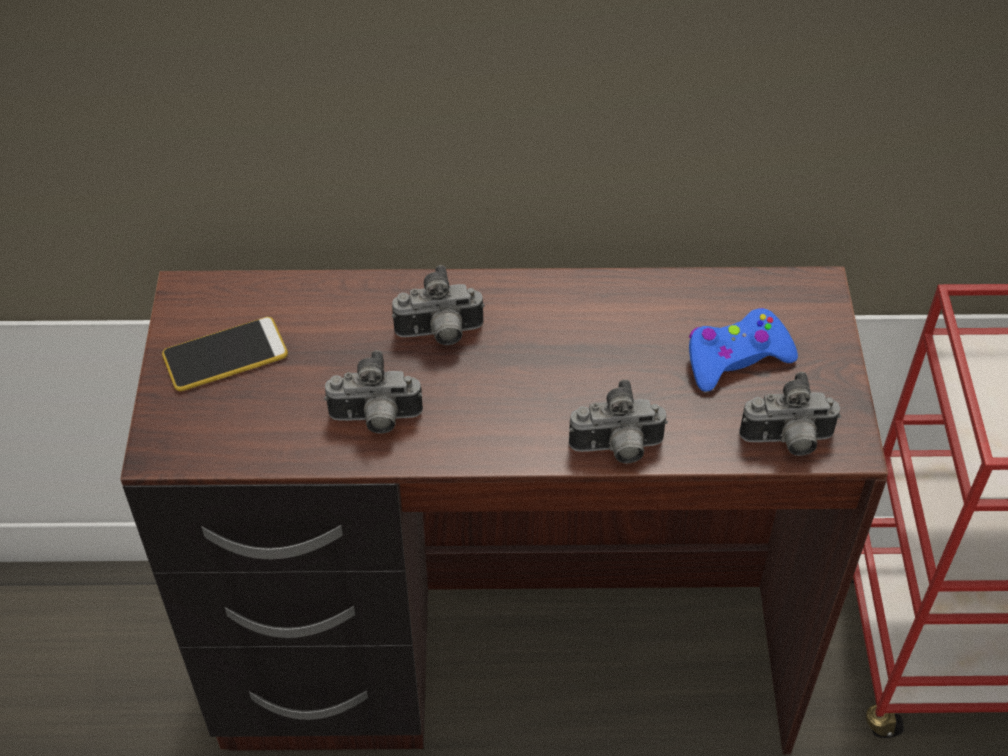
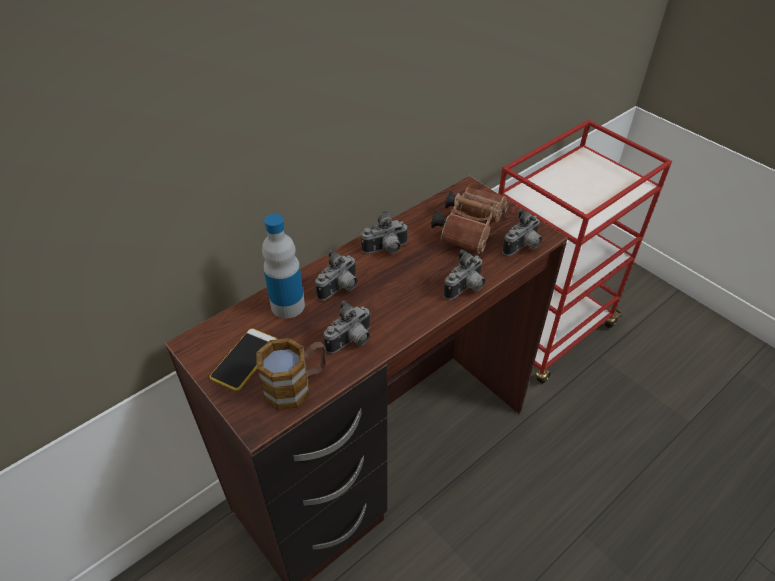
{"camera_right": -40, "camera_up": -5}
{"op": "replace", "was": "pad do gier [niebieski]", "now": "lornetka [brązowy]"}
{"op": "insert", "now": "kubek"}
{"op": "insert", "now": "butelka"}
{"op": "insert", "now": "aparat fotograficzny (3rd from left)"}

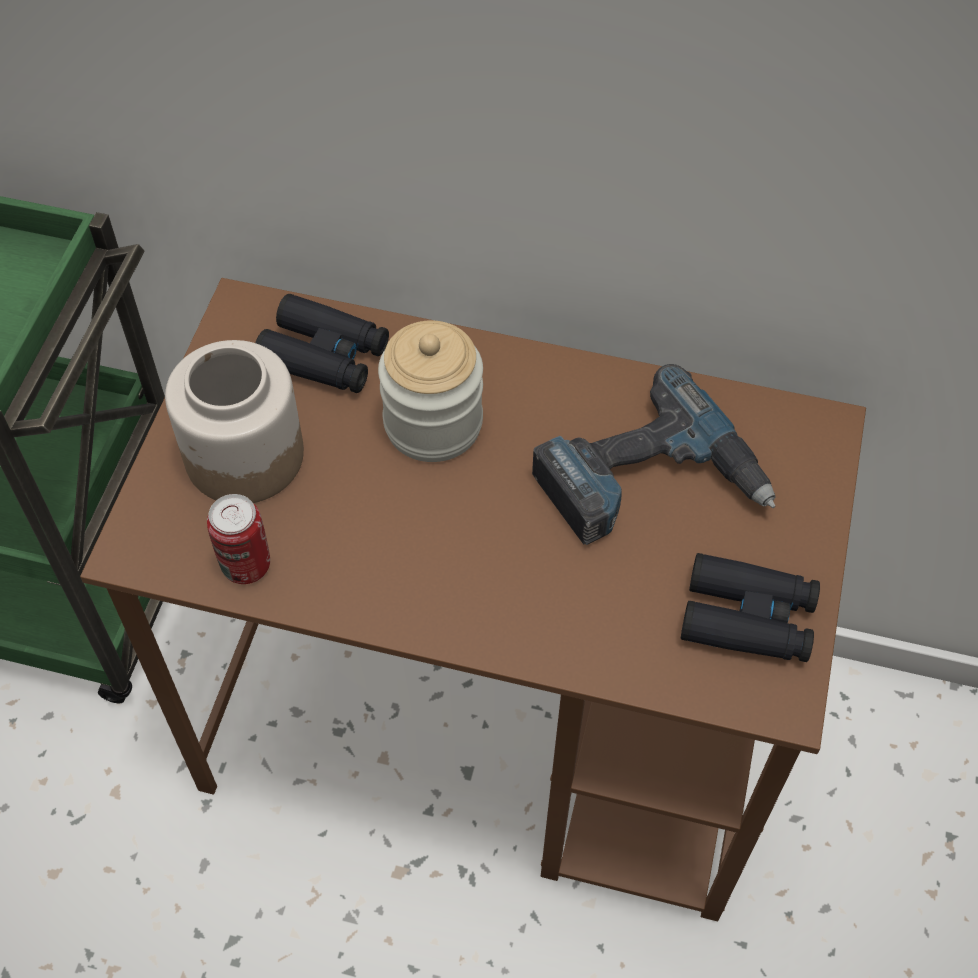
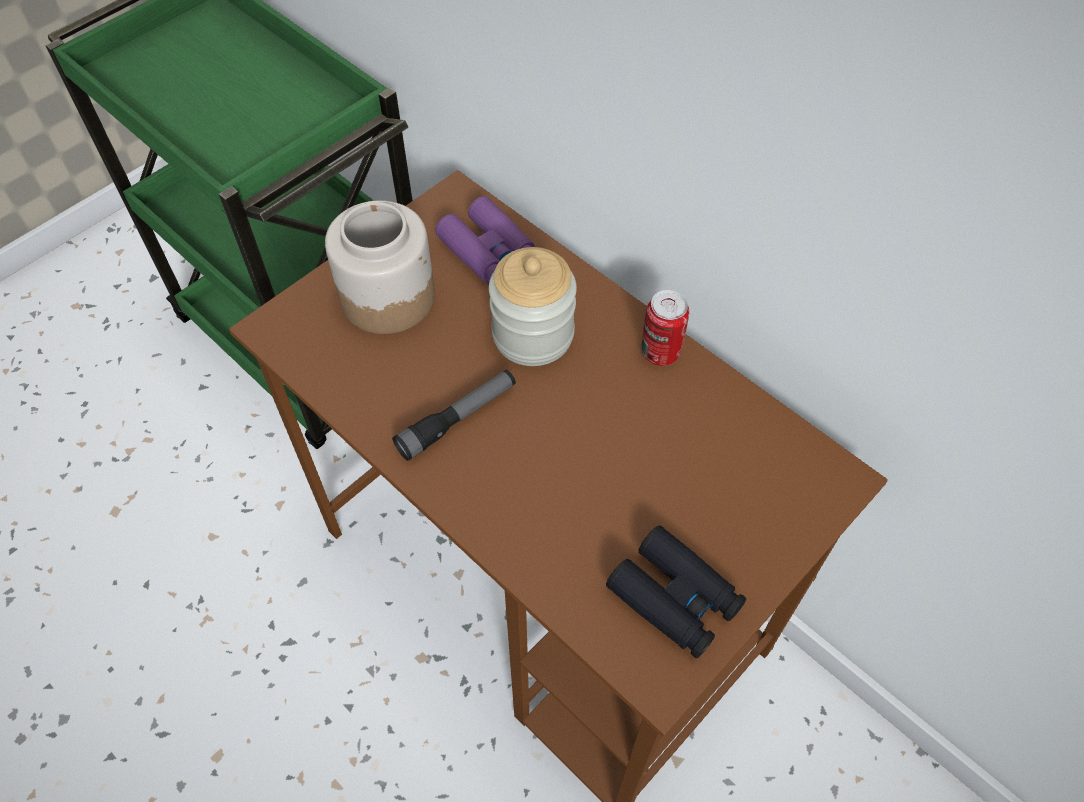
{"camera_right": 30, "camera_up": 0}
{"op": "move", "was": "puszka"}
{"op": "recolor", "was": "lornetka [czarny] (1st from left)", "now": "lornetka [fioletowy]"}
{"op": "delete", "was": "wiertarka"}
{"op": "insert", "now": "latarka"}

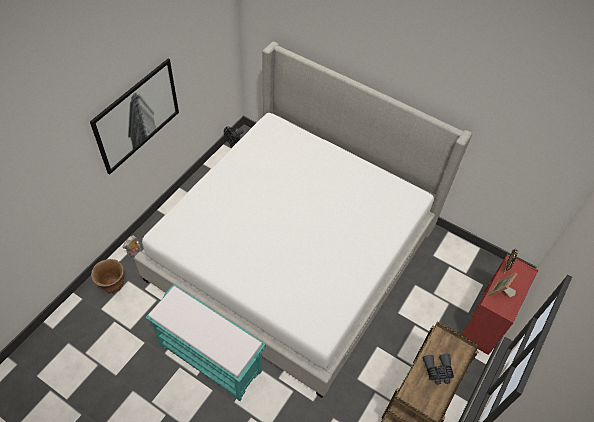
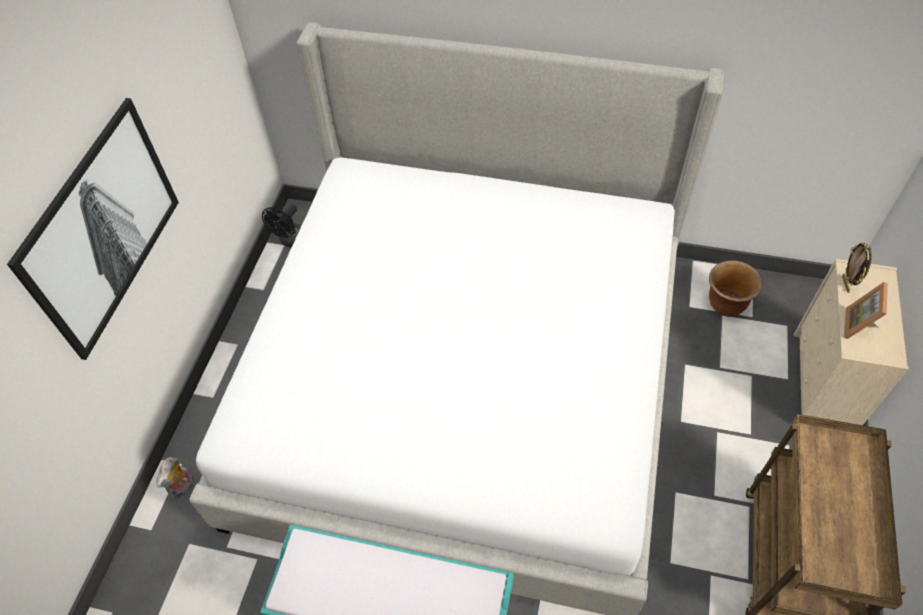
{"camera_right": -15, "camera_up": 0}
{"op": "move", "was": "donica [brązowy]"}
{"op": "delete", "was": "lornetka [szary]"}
{"op": "recolor", "was": "komoda [czerwony]", "now": "komoda [beżowy]"}

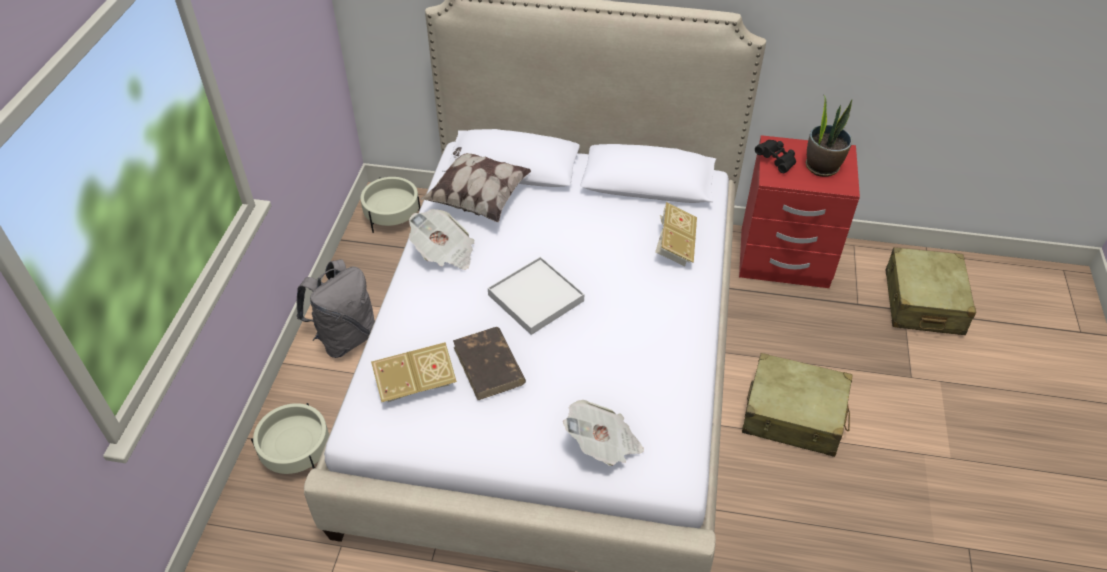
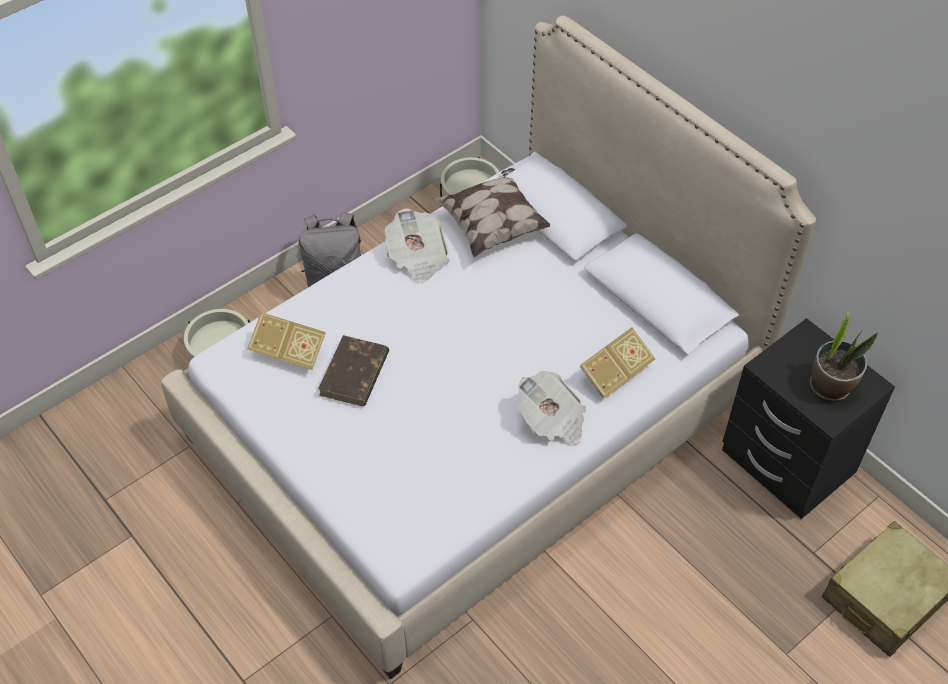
{"camera_right": 40, "camera_up": 5}
{"op": "delete", "was": "taca [biały]"}
{"op": "move", "was": "gazeta (2nd from left)"}
{"op": "recolor", "was": "szafka nocna [czerwony]", "now": "szafka nocna [czarny]"}
{"op": "delete", "was": "walizka [beżowy] (1st from left)"}
{"op": "delete", "was": "lornetka [czarny]"}

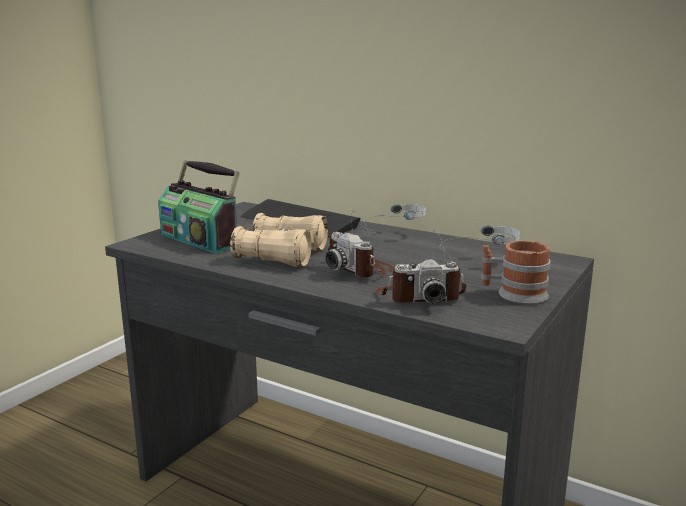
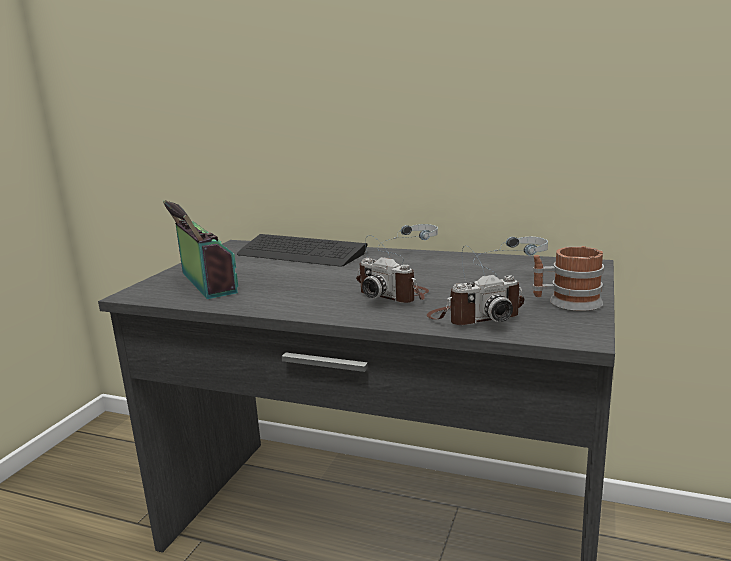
{"camera_right": -10, "camera_up": 0}
{"op": "rotate", "was": "radio", "clockwise": -150}
{"op": "delete", "was": "lornetka [beżowy]"}

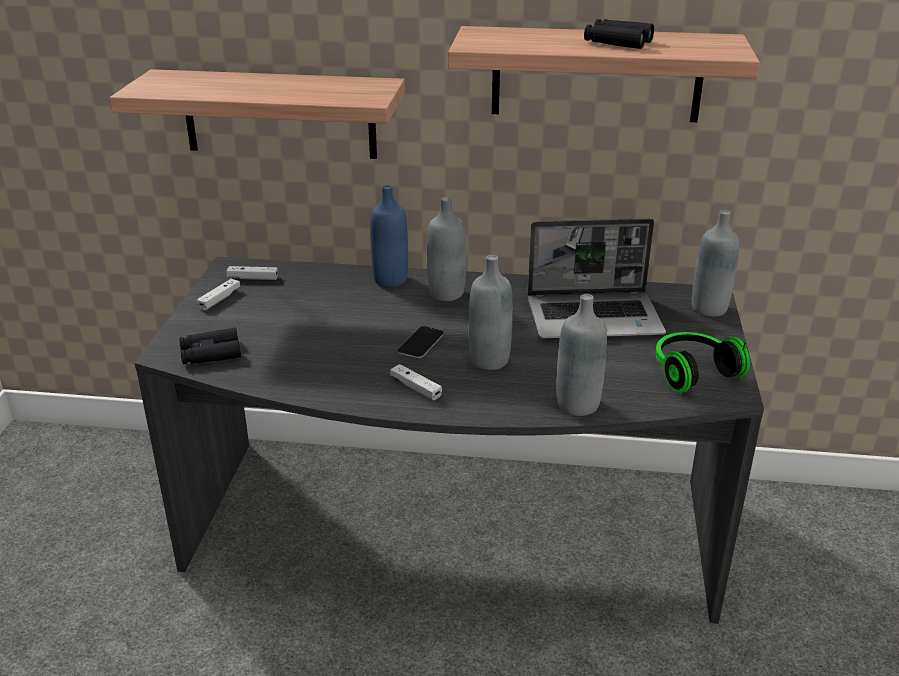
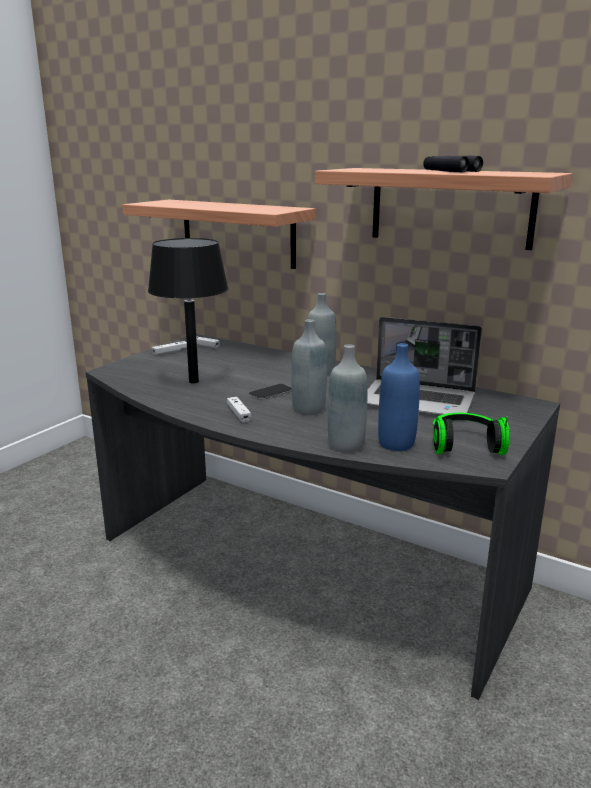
{"camera_right": 25, "camera_up": -10}
{"op": "delete", "was": "lornetka [czarny] (1st from left)"}
{"op": "move", "was": "butelka [niebieski]"}
{"op": "delete", "was": "butelka [szary] (4th from left)"}
{"op": "insert", "now": "lampa stołowa [czarny]"}

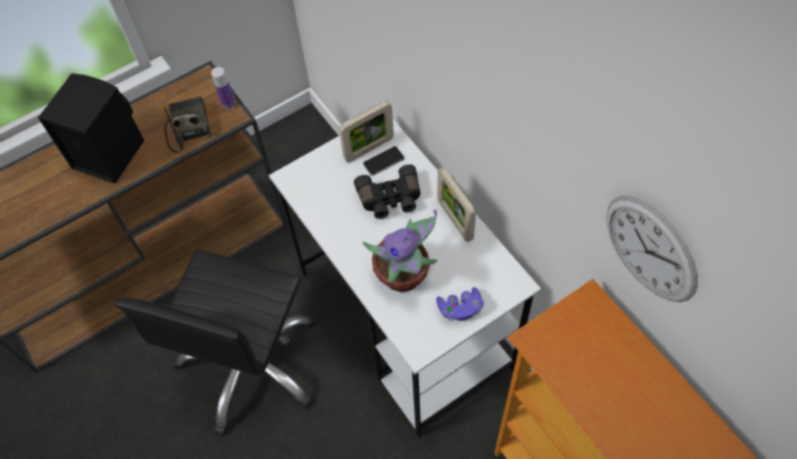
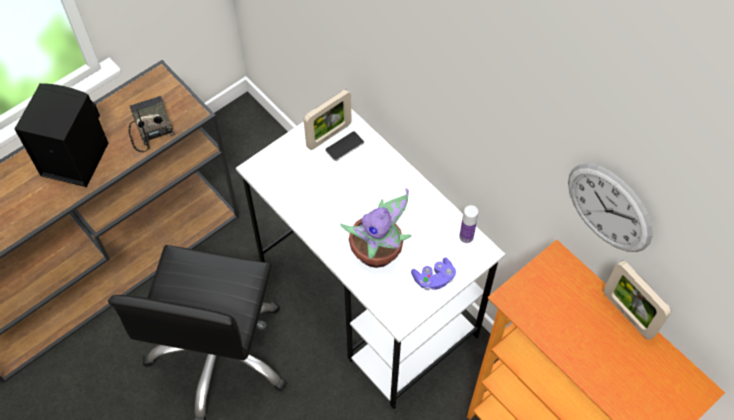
{"camera_right": -10, "camera_up": 0}
{"op": "move", "was": "butelka"}
{"op": "delete", "was": "lornetka [czarny]"}
{"op": "move", "was": "ramka na zdjęcie (2nd from left)"}

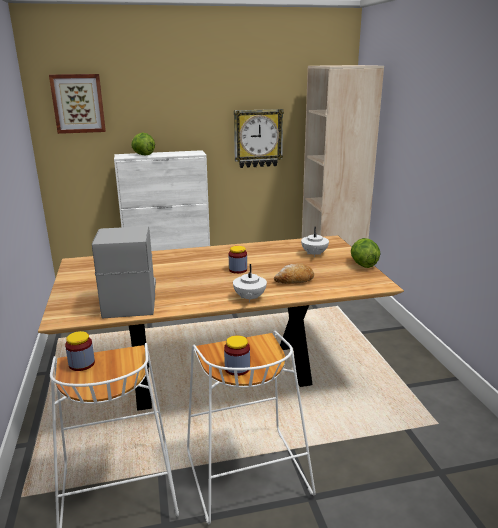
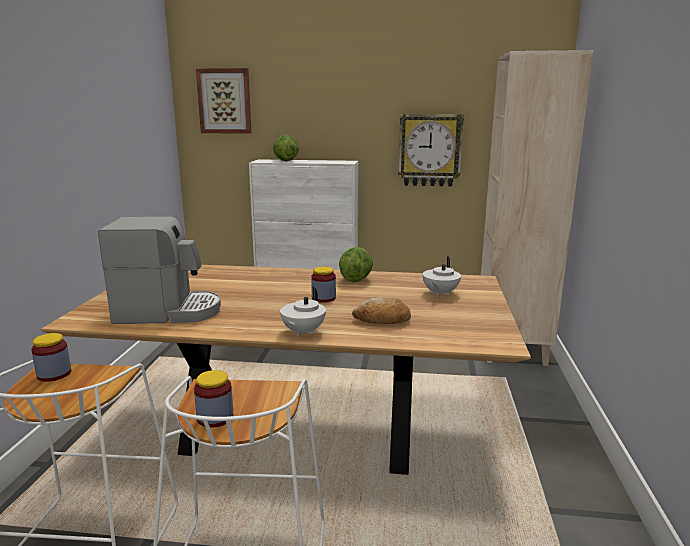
{"camera_right": 20, "camera_up": -5}
{"op": "rotate", "was": "ekspres do kawy", "clockwise": 75}
{"op": "move", "was": "sałata (2nd from left)"}

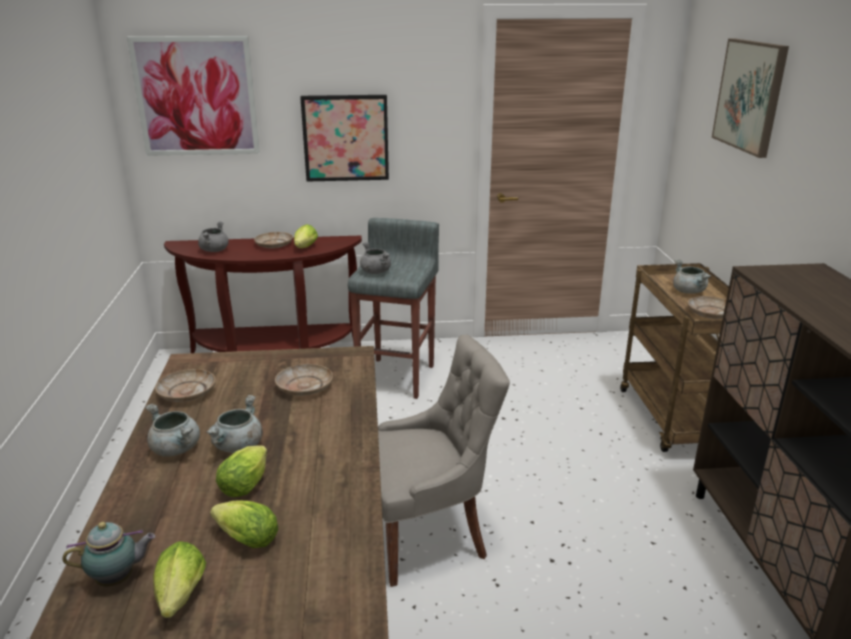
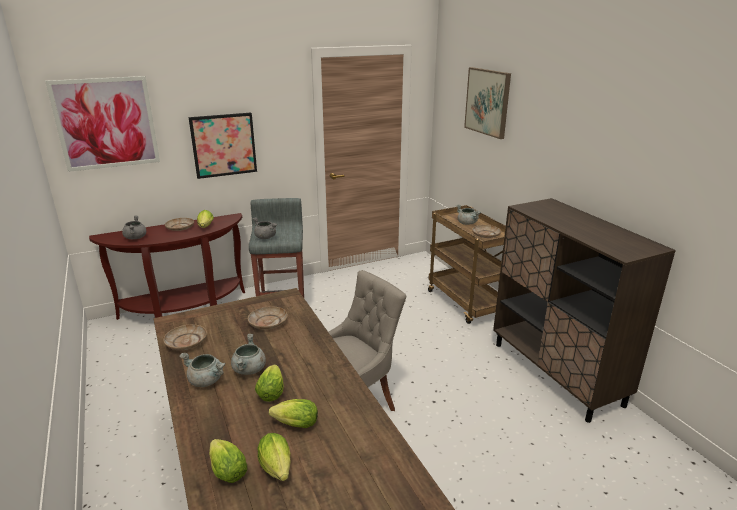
{"camera_right": -20, "camera_up": 0}
{"op": "replace", "was": "imbryk", "now": "sałata (2nd from left)"}

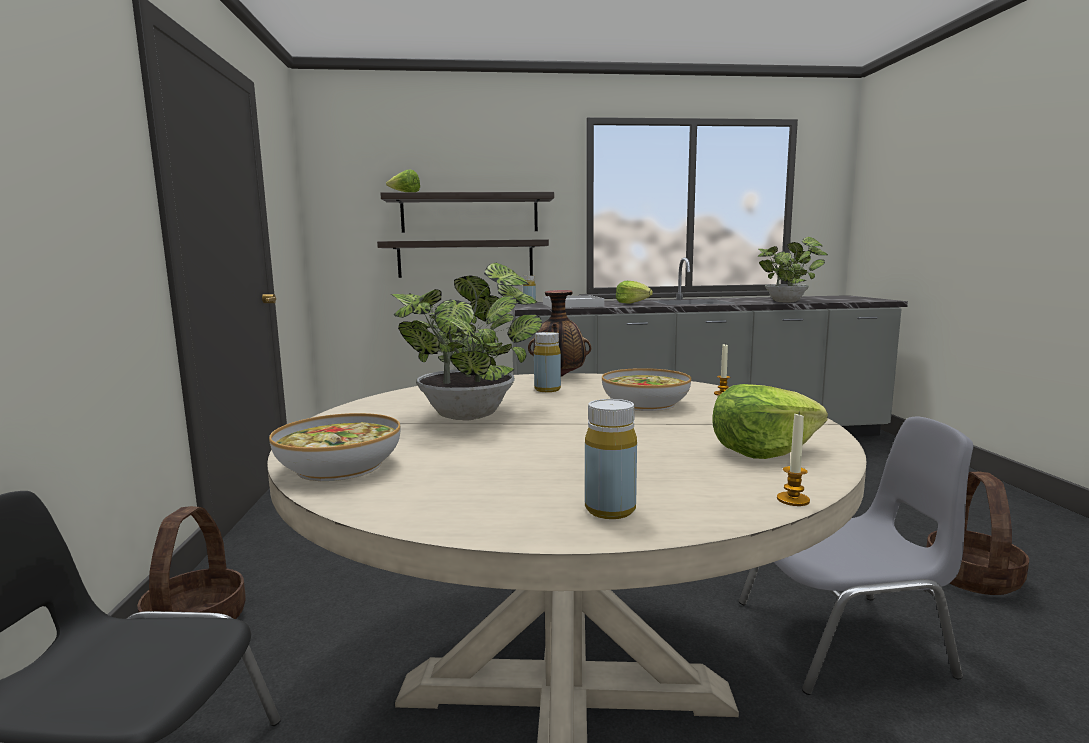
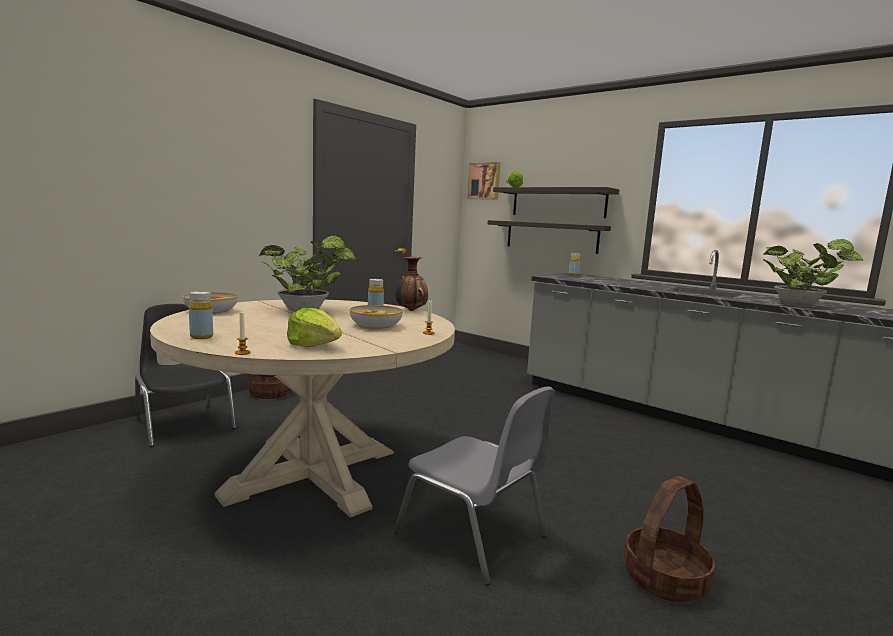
{"camera_right": 45, "camera_up": 0}
{"op": "delete", "was": "taca [biały]"}
{"op": "delete", "was": "sałata (2nd from left)"}
{"op": "insert", "now": "obraz"}

